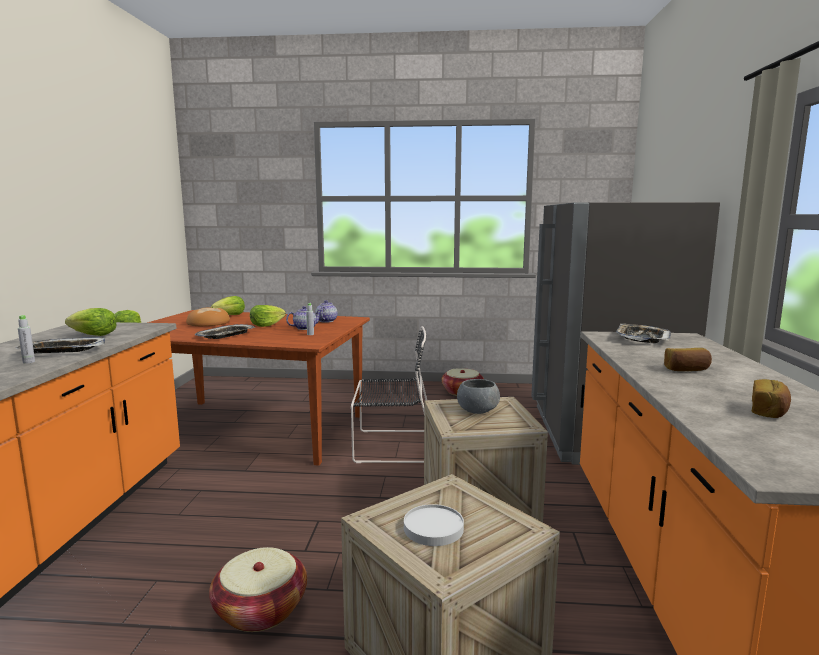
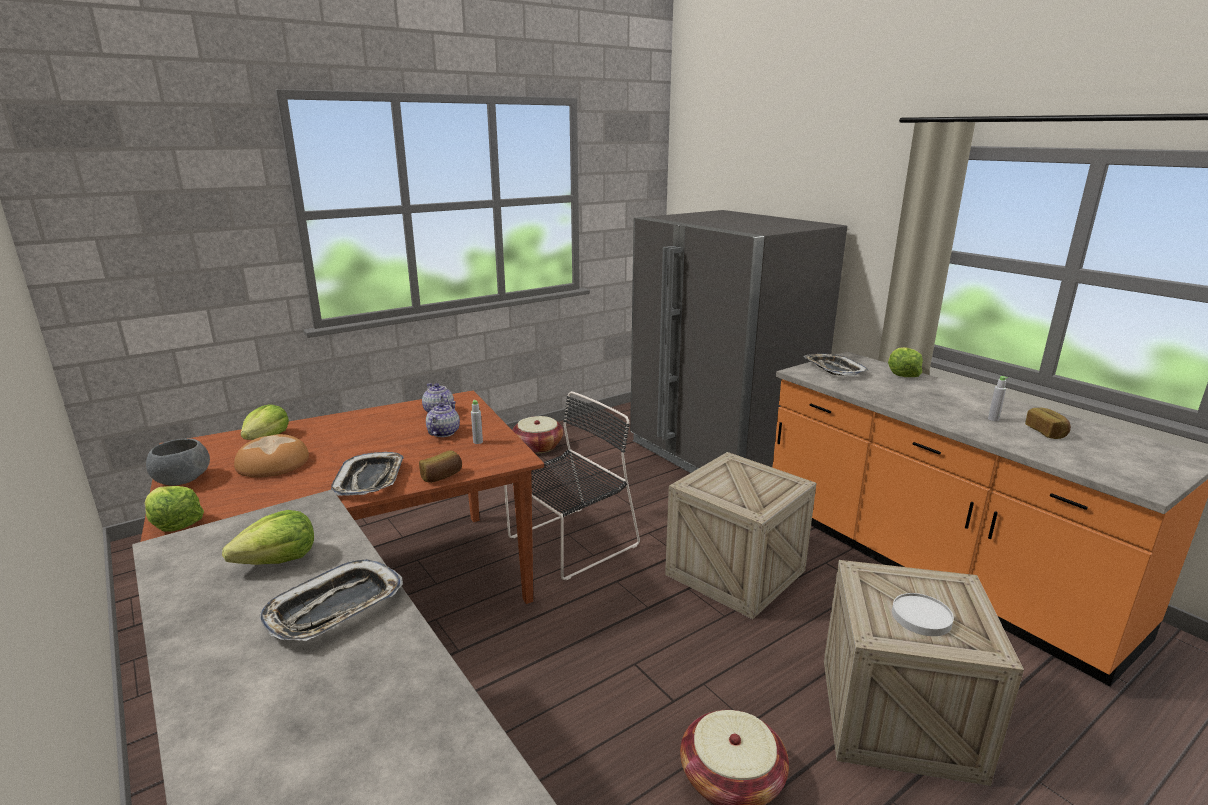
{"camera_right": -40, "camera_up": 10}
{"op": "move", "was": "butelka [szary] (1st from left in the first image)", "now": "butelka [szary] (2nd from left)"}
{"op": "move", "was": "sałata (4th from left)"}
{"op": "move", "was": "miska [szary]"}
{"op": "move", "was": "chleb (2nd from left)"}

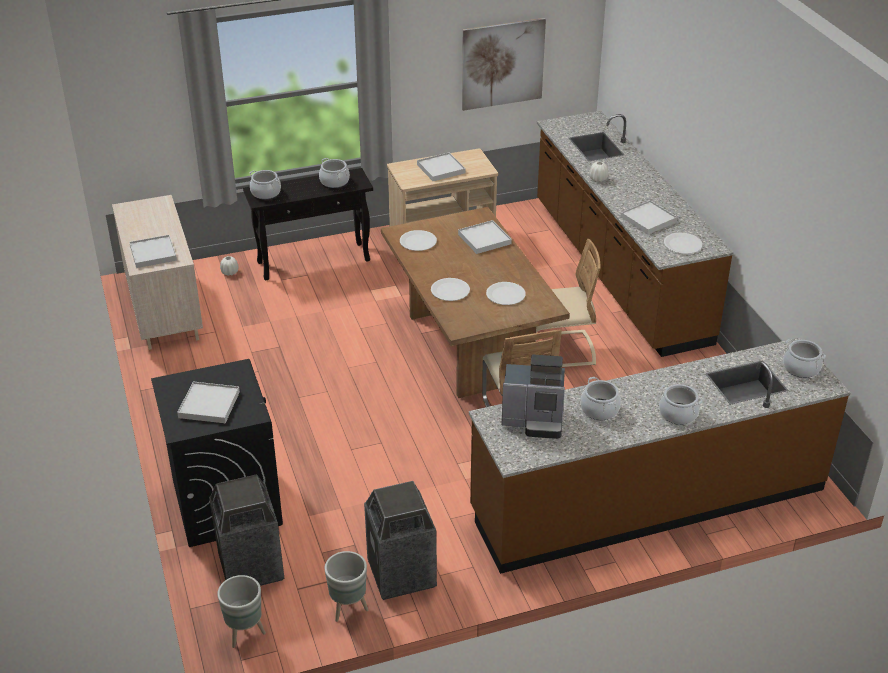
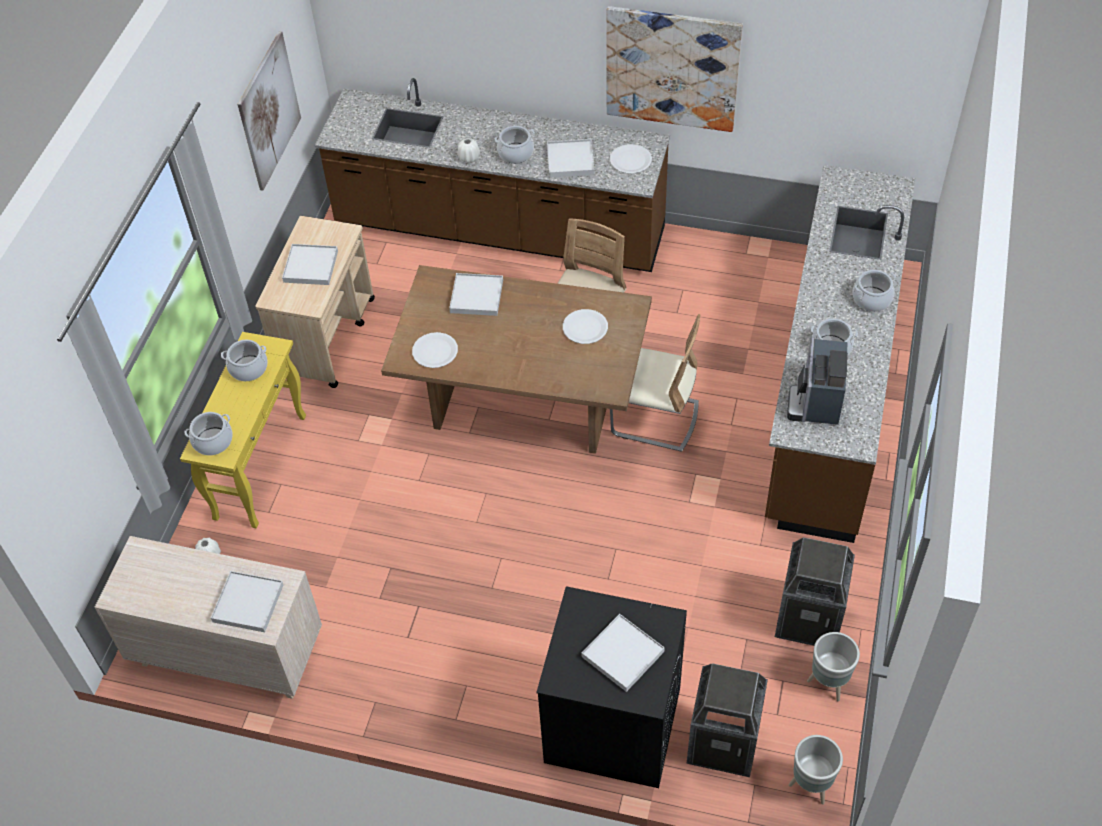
{"camera_right": -55, "camera_up": 15}
{"op": "recolor", "was": "stolik konsolowy [czarny]", "now": "stolik konsolowy [żółty]"}
{"op": "delete", "was": "talerz [biały] (2nd from left)"}
{"op": "rotate", "was": "ekspres do kawy", "clockwise": 150}
{"op": "move", "was": "garnek (5th from left in the first image)", "now": "garnek (3rd from left)"}
{"op": "insert", "now": "obraz (2nd from left)"}

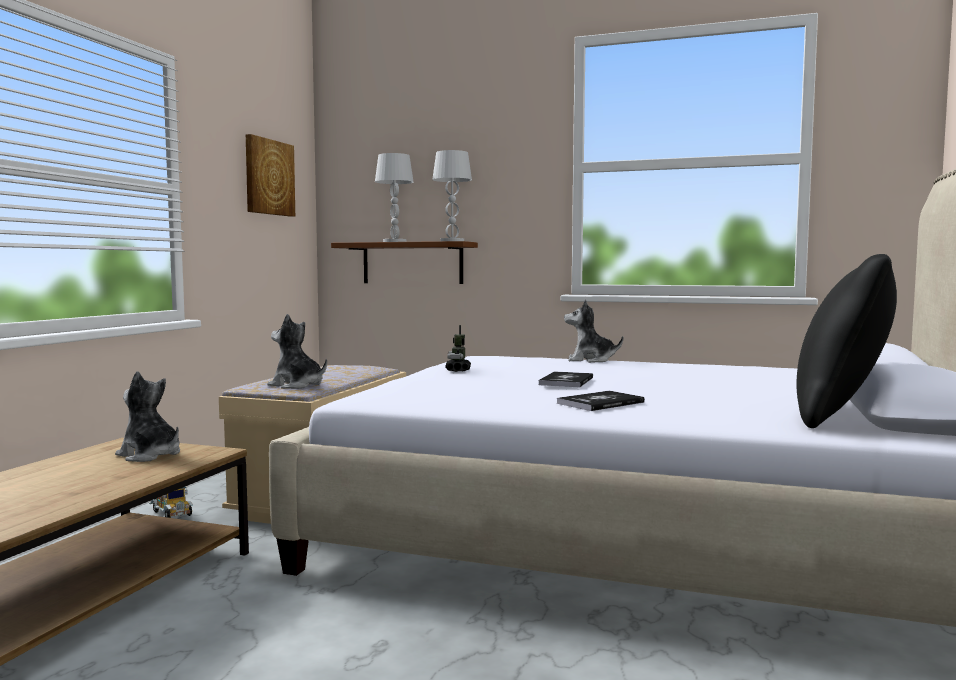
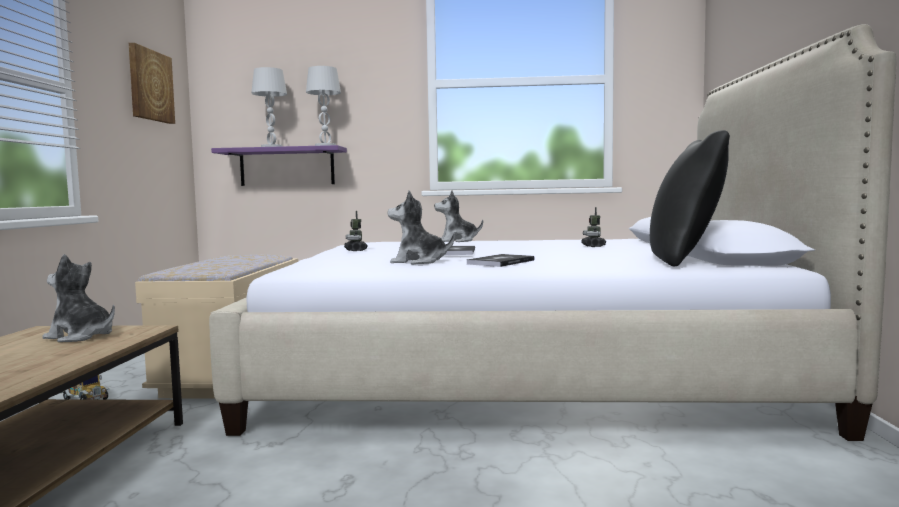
{"camera_right": -15, "camera_up": 0}
{"op": "move", "was": "pluszak (2nd from left)"}
{"op": "recolor", "was": "półka [brązowy]", "now": "półka [fioletowy]"}
{"op": "insert", "now": "robot zabawkowy (2nd from left)"}

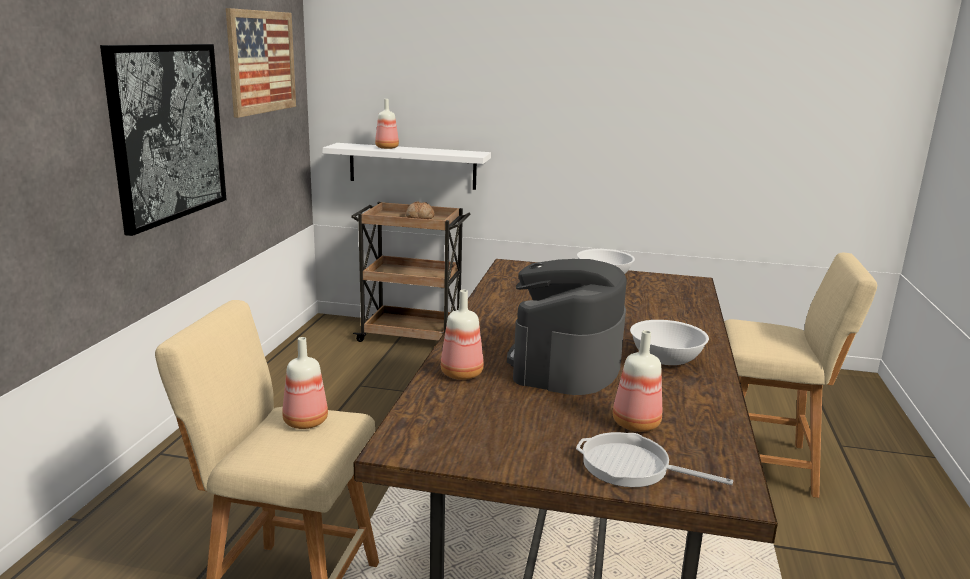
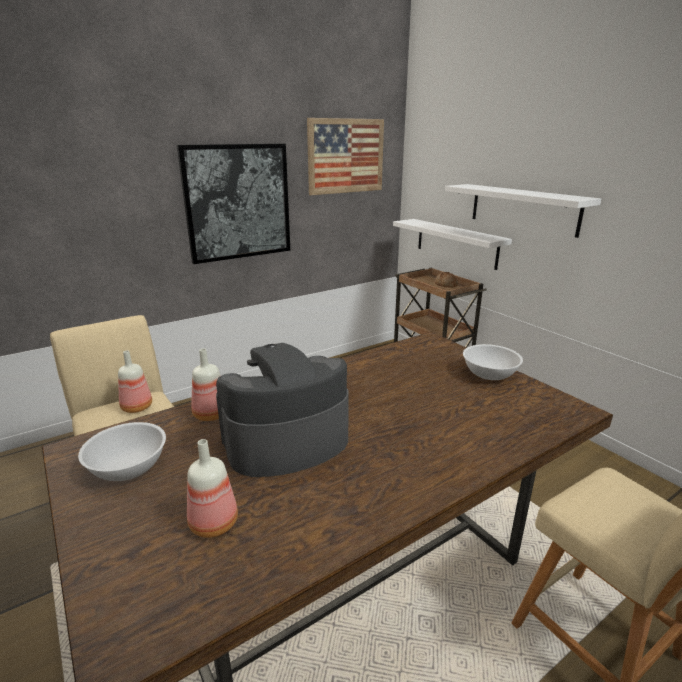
{"camera_right": 45, "camera_up": 5}
{"op": "delete", "was": "butelka (2nd from left)"}
{"op": "delete", "was": "patelnia"}
{"op": "move", "was": "miska [biały] (2nd from left in the first image)", "now": "miska [biały] (1st from left)"}
{"op": "insert", "now": "półka [biały] (2nd from left)"}

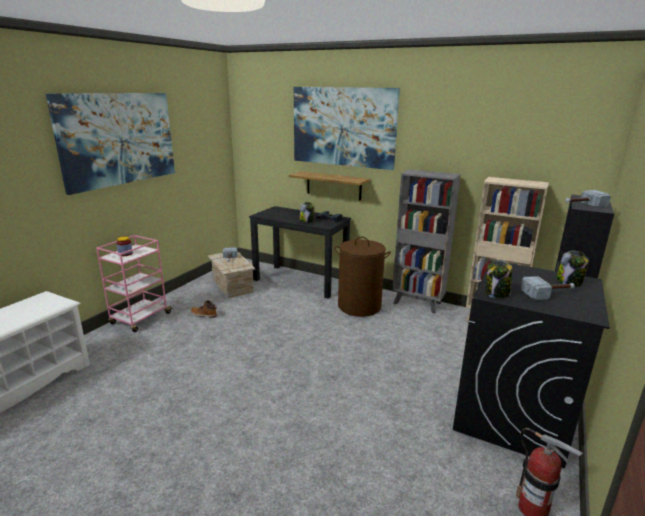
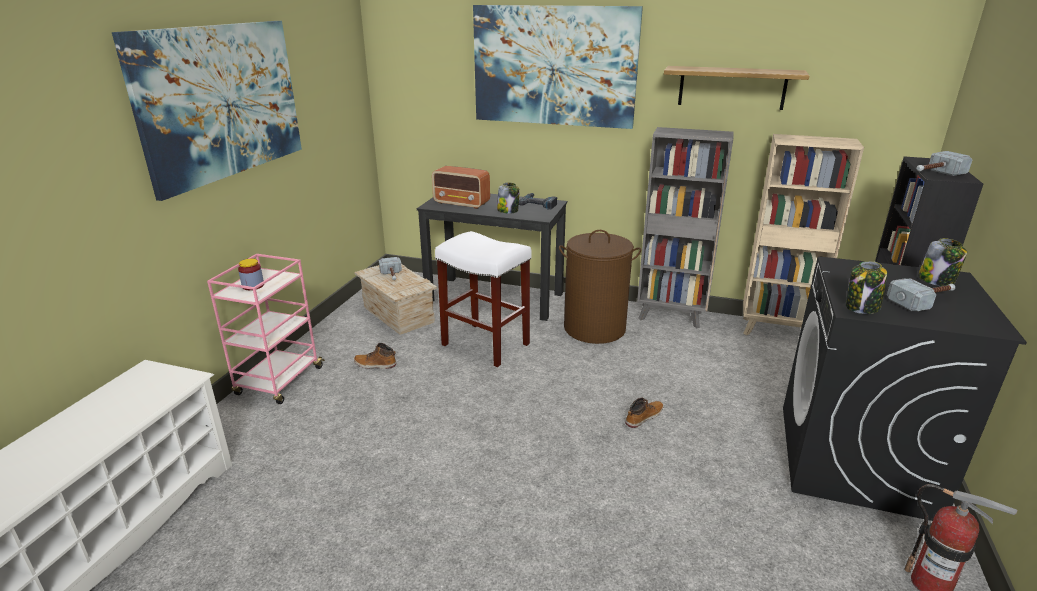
{"camera_right": -10, "camera_up": 5}
{"op": "move", "was": "półka"}
{"op": "insert", "now": "radio"}
{"op": "insert", "now": "stołek [biały]"}
{"op": "insert", "now": "but z cholewką (2nd from left)"}

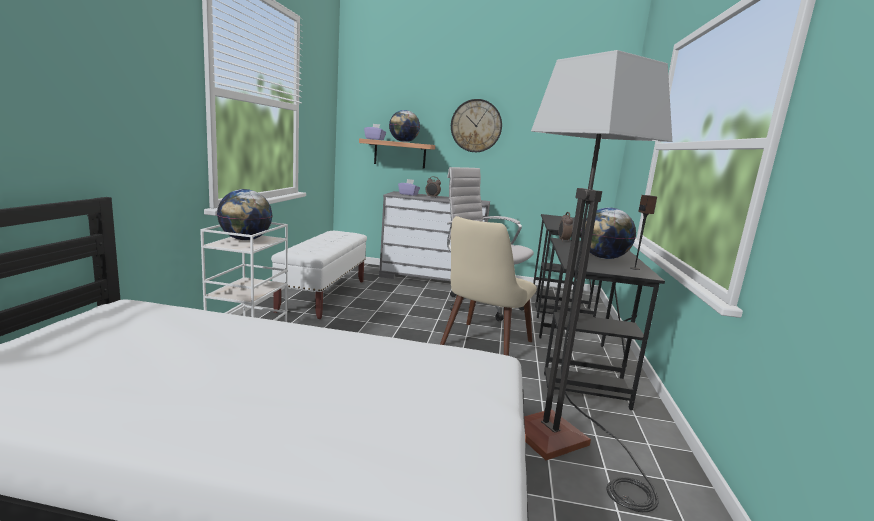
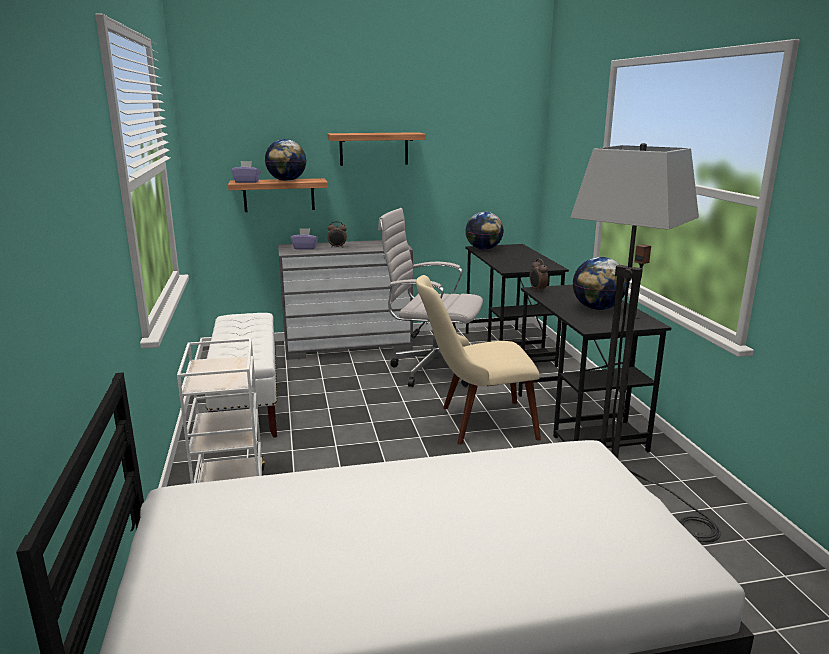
{"camera_right": -20, "camera_up": 5}
{"op": "move", "was": "globus (1st from left in the first image)", "now": "globus (2nd from left)"}
{"op": "rotate", "was": "krzesło [beżowy]", "clockwise": 75}
{"op": "replace", "was": "zegar ścienny", "now": "półka (2nd from left)"}

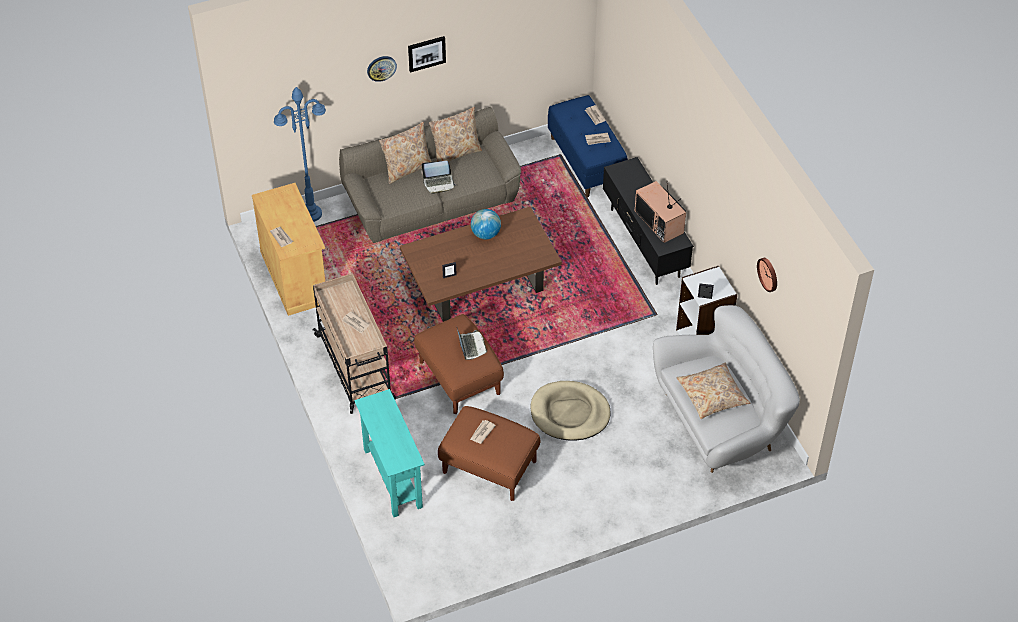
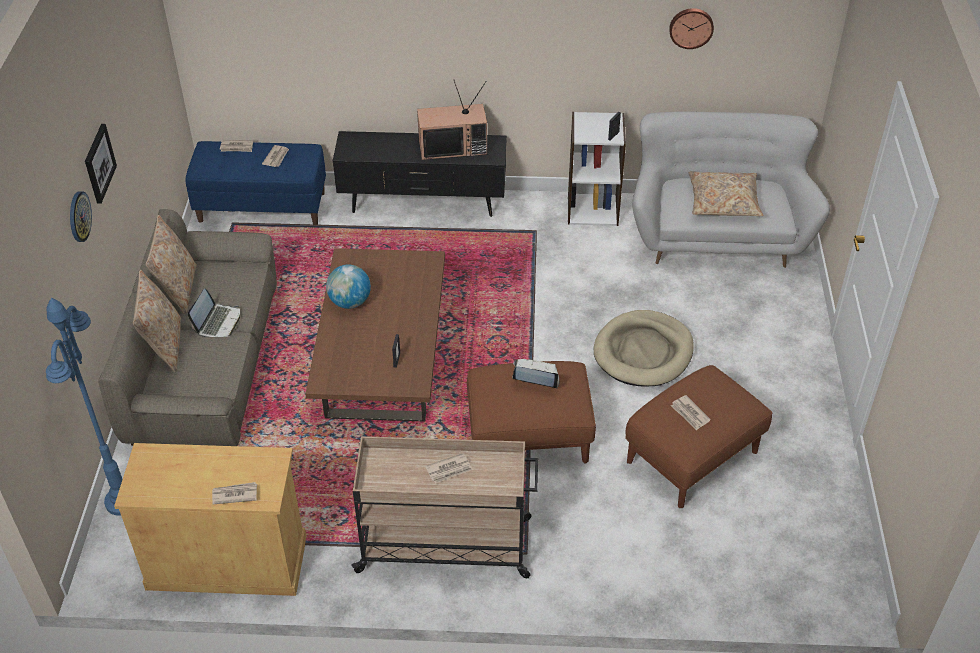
{"camera_right": -65, "camera_up": -5}
{"op": "delete", "was": "stolik konsolowy [turkusowy]"}

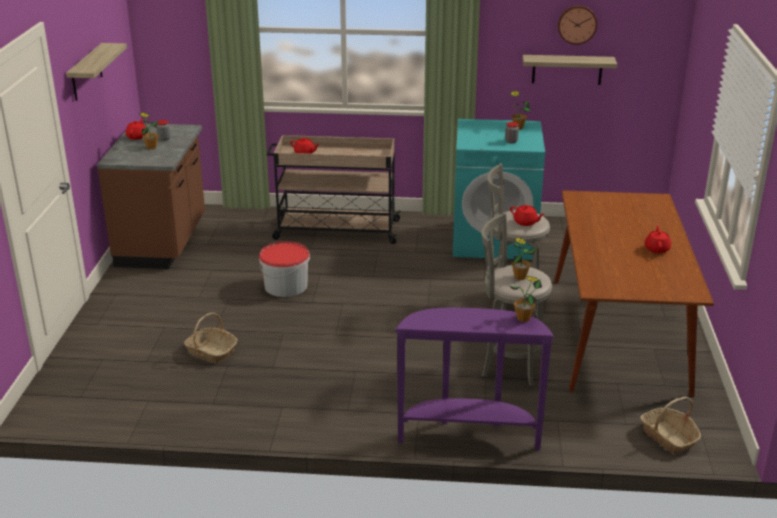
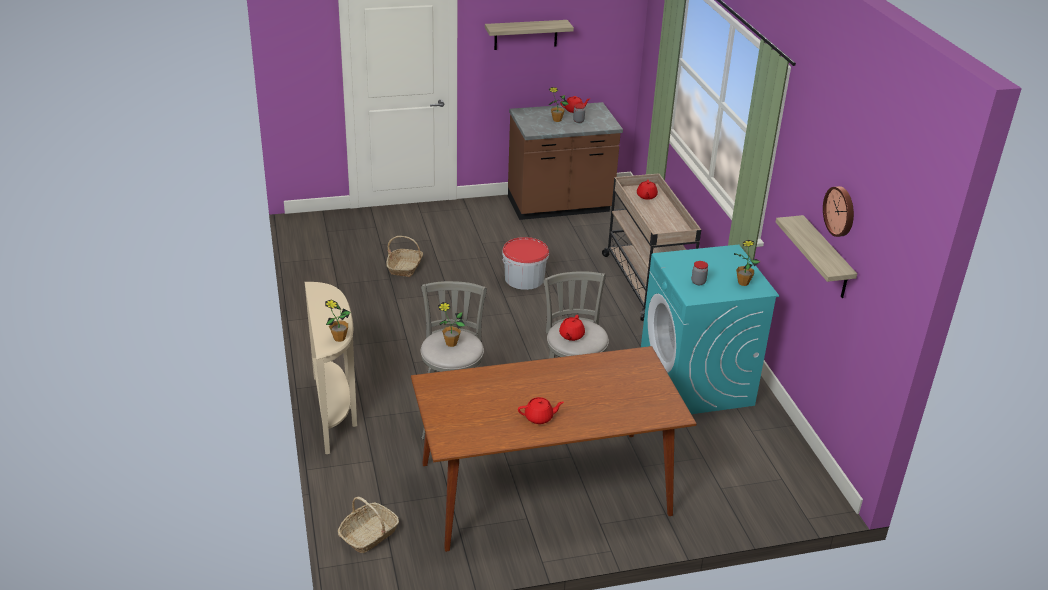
{"camera_right": 70, "camera_up": 5}
{"op": "recolor", "was": "stolik konsolowy [fioletowy]", "now": "stolik konsolowy [beżowy]"}

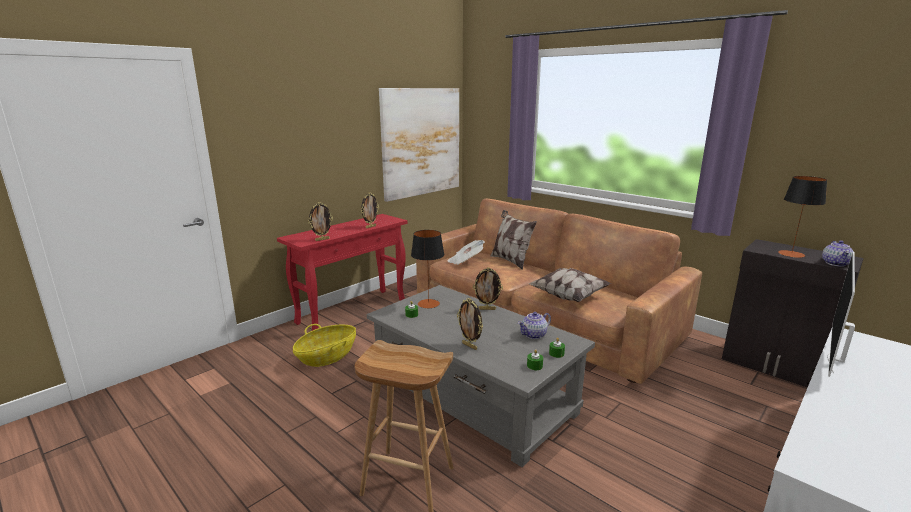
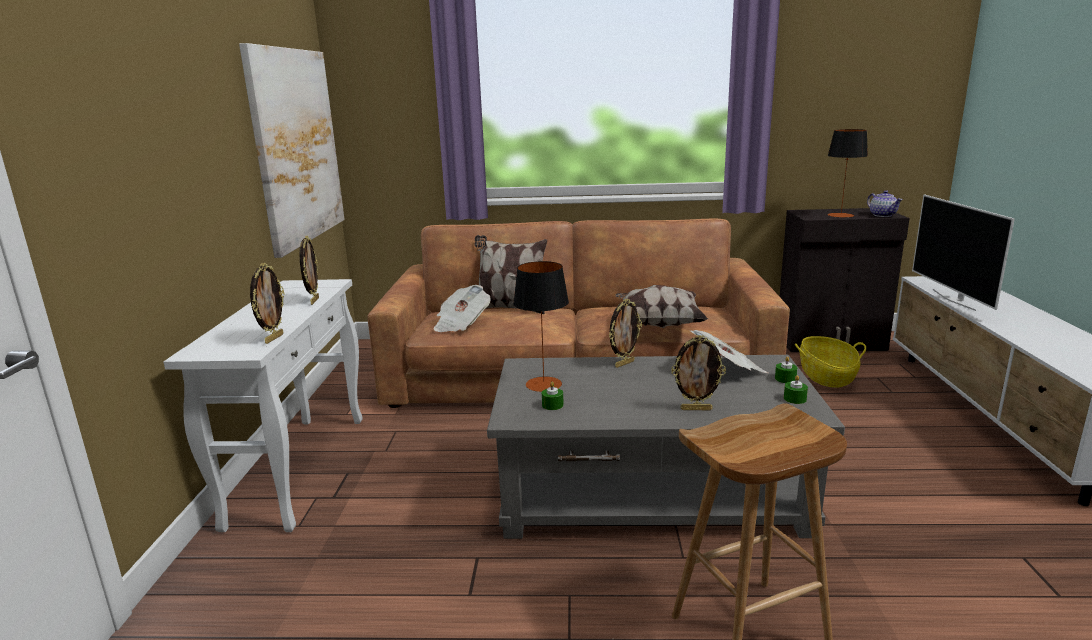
{"camera_right": -40, "camera_up": 0}
{"op": "recolor", "was": "stolik konsolowy [czerwony]", "now": "stolik konsolowy [biały]"}
{"op": "move", "was": "koszyk"}
{"op": "replace", "was": "imbryk (1st from left)", "now": "gazeta (2nd from left)"}

